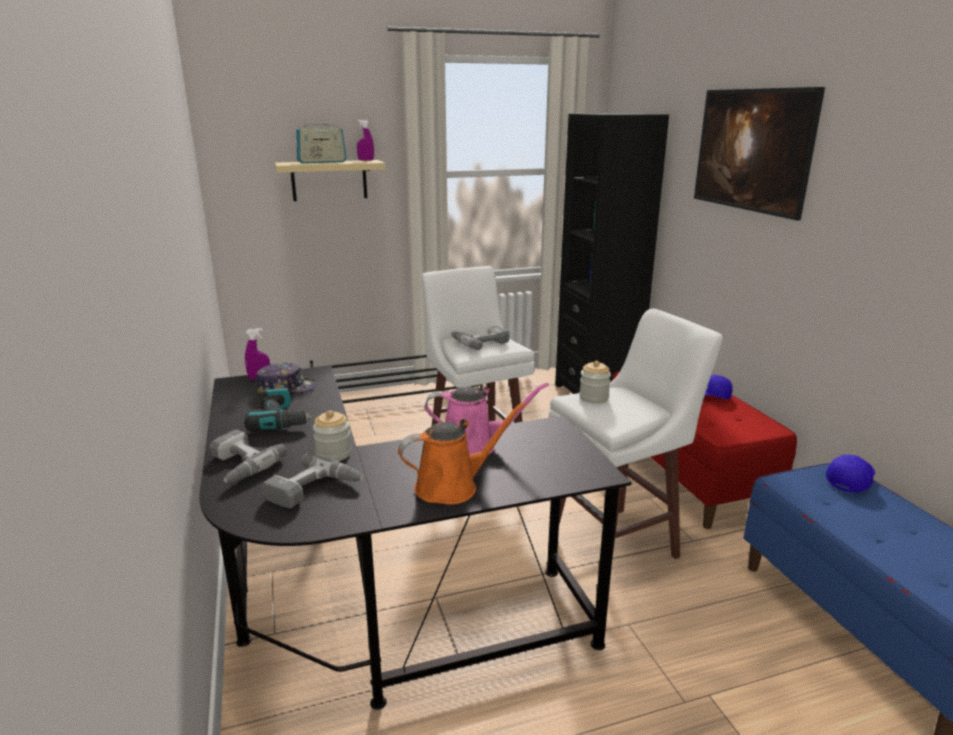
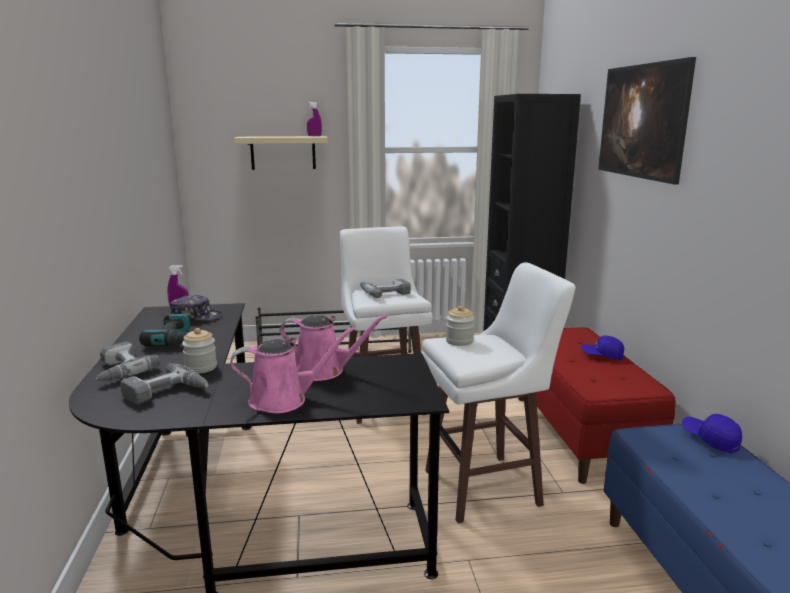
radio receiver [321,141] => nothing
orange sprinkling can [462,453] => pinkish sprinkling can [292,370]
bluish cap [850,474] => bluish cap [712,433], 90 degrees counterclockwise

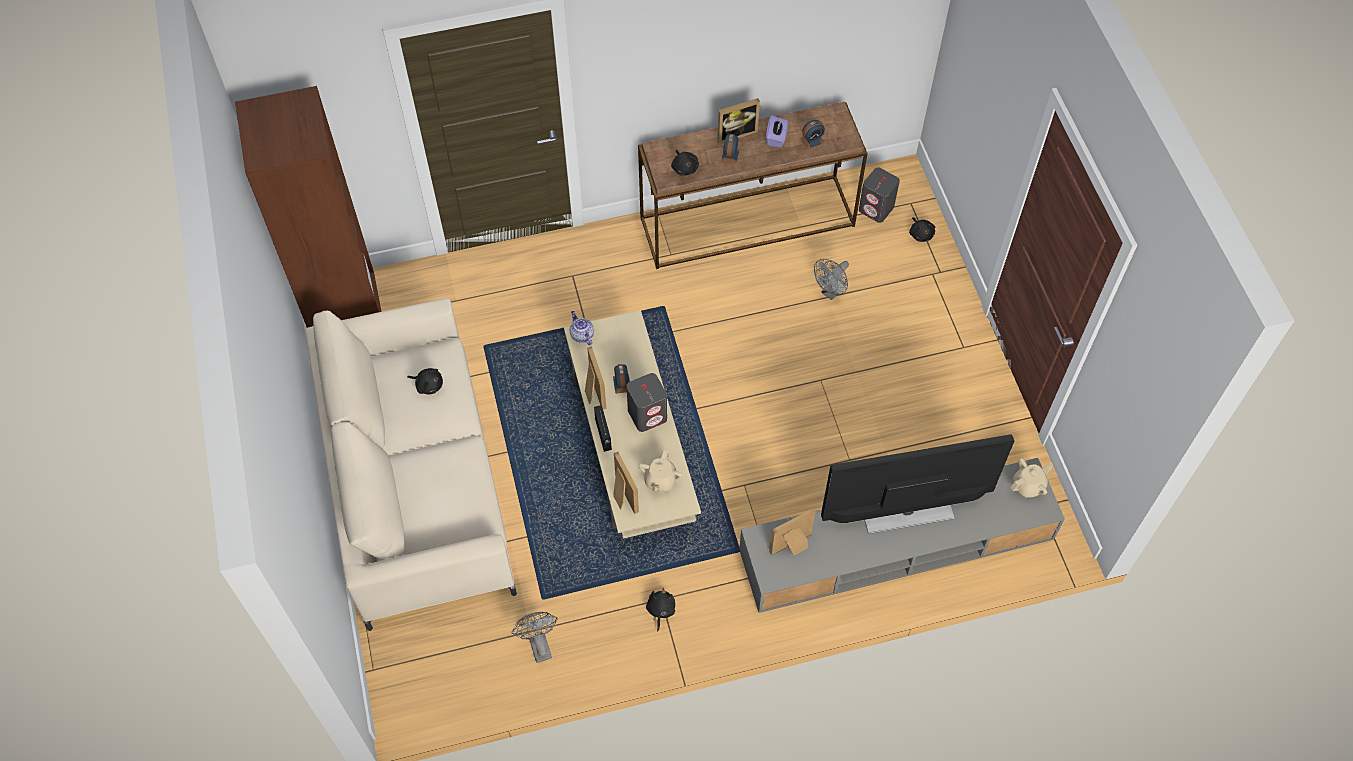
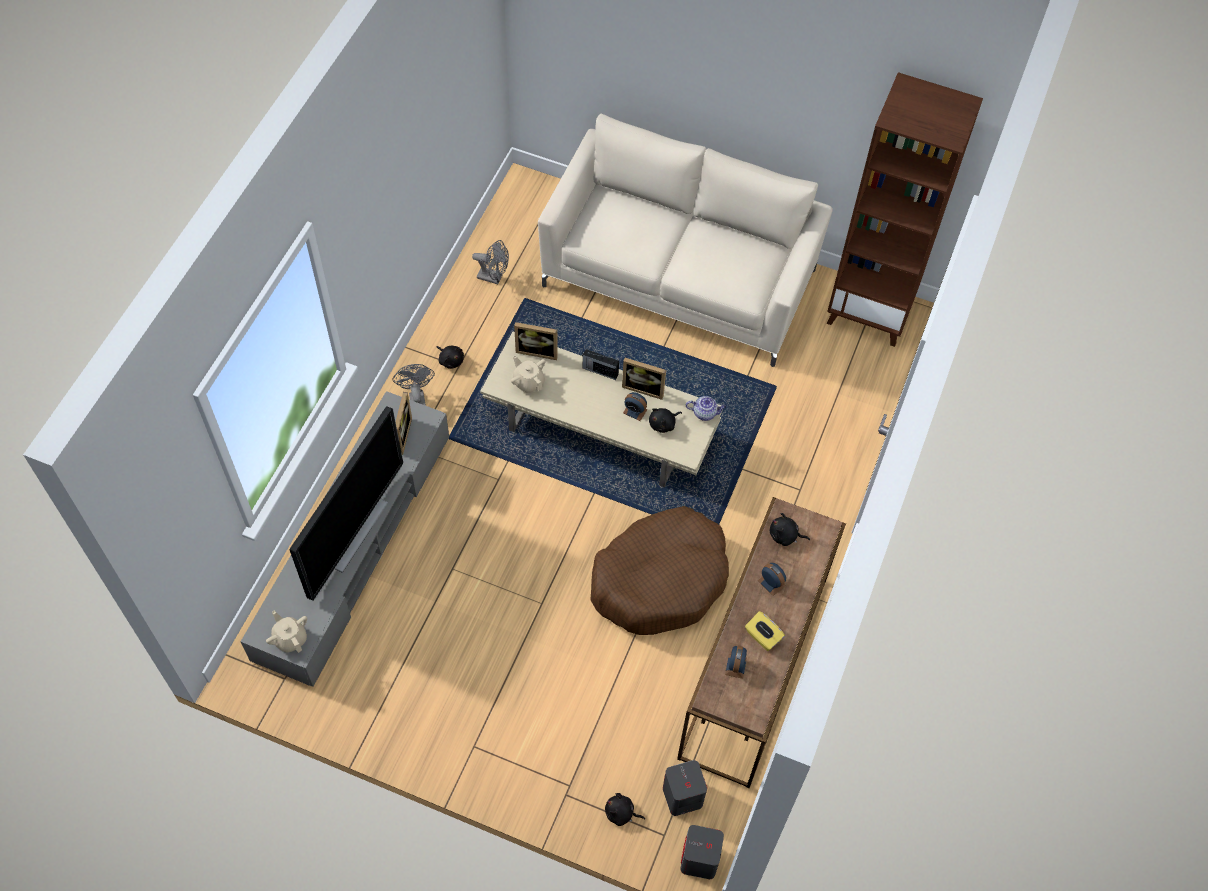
picture frame [738,121] => nothing
purplish tissue holder [777,131] => yellowish tissue holder [765,631]
gray electric fan [831,279] => gray electric fan [413,385], move
blackish plush toy [425,381] => blackish plush toy [665,420], move
gray loudspeaker [646,402] => gray loudspeaker [702,852], move
beige teapot [1031,478] => beige teapot [286,631], 135 degrees clockwise
nothing => brown pet bed [659,570]

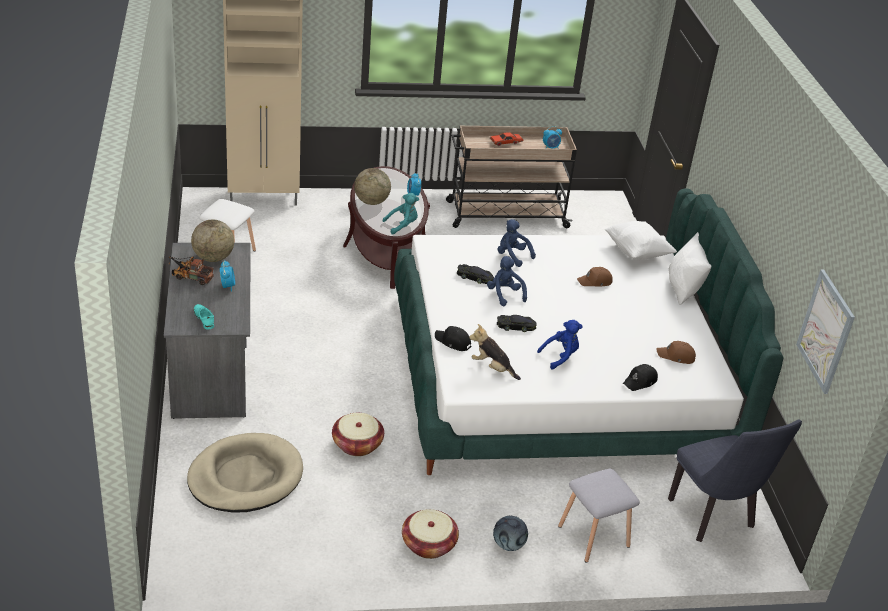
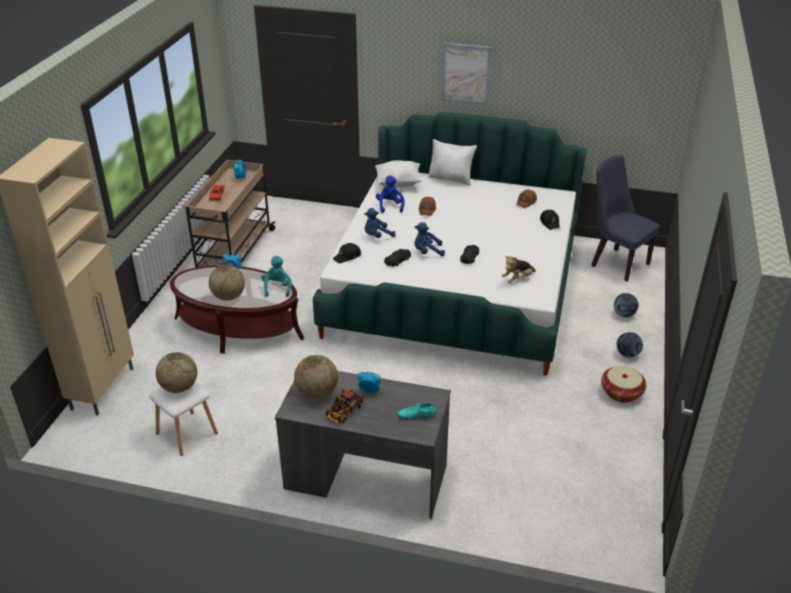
picture [825,331] => picture [466,74], move
bluish plush toy [559,344] => bluish plush toy [390,194], move
blackish cap [453,338] => blackish cap [347,253], move
basket [358,434] => nothing
bluish upright chair [735,480] => bluish upright chair [625,218], 135 degrees counterclockwise
beige pet bed [245,473] => nothing
gray stool seat [599,516] => football ball [626,305]
nothing => desk globe [176,372]

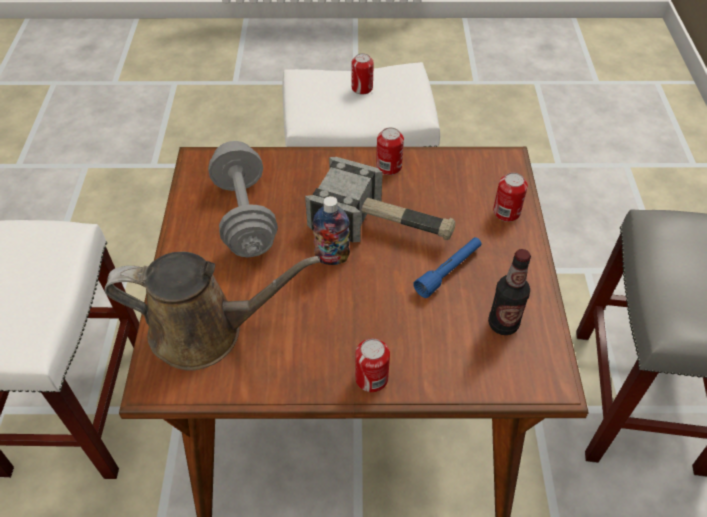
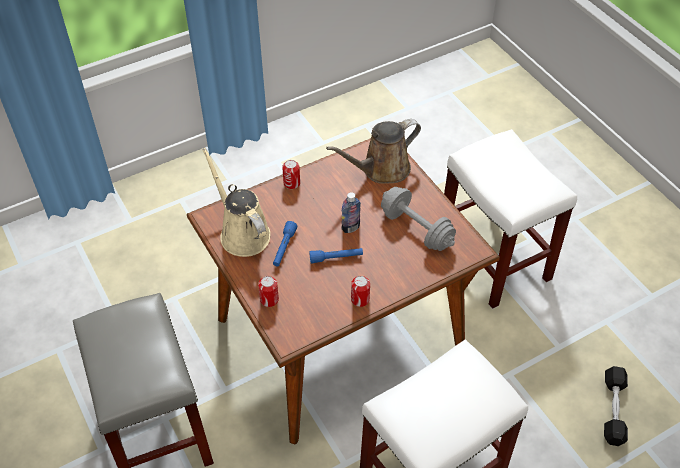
metal can [363,74] => nothing
hand hammer [380,199] => bluish hand torch [336,255]
beverage bottle [509,292] => beige sprinkling can [236,202]
nothing => blackish free weight [616,406]

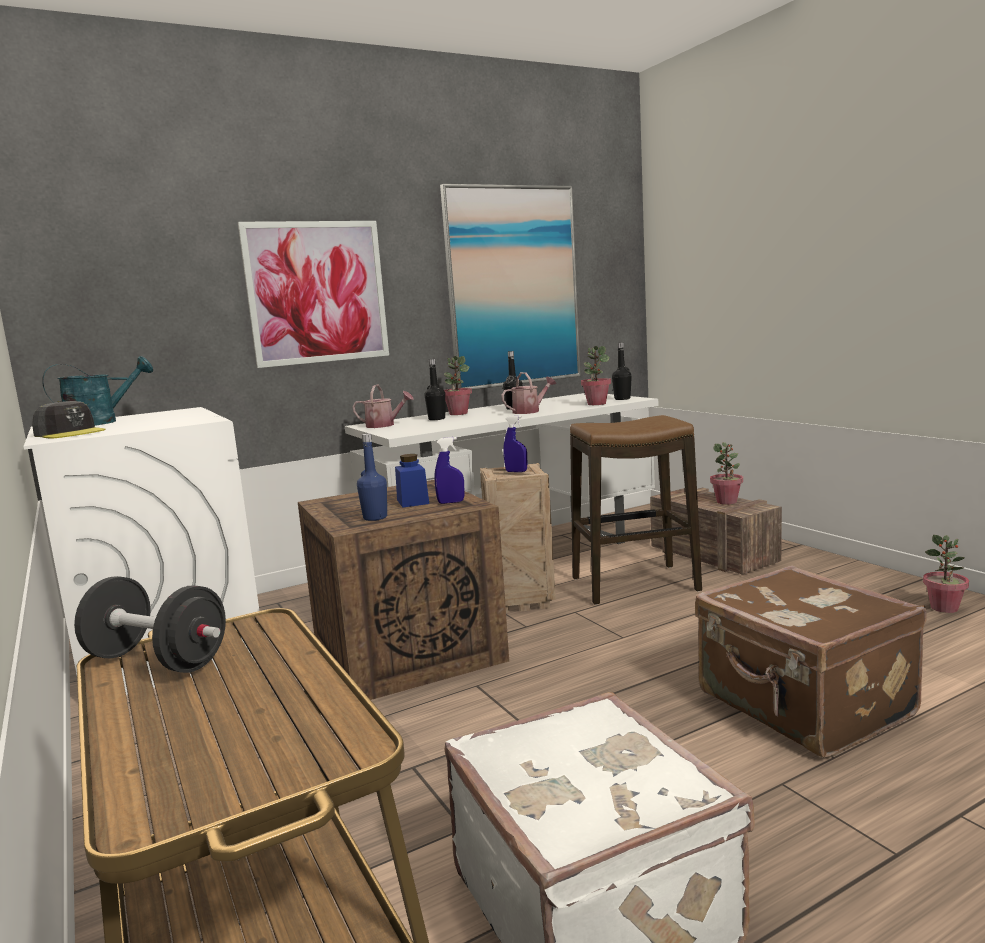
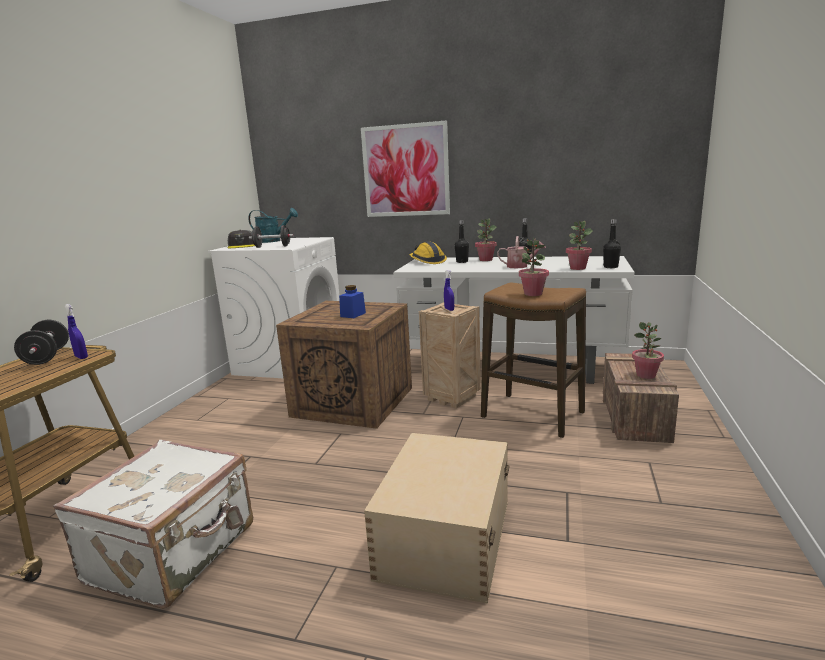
picture [510,287] => nothing
sprinkling can [383,406] => work helmet [428,252]
bluish beverage bottle [372,477] => nothing
bluish sprayer [449,470] => bluish sprayer [76,331], move
plant in a pot [946,574] => plant in a pot [534,267], move
brown suitcase [811,662] => beige storage container [437,518]
nothing => blackish free weight [271,236]

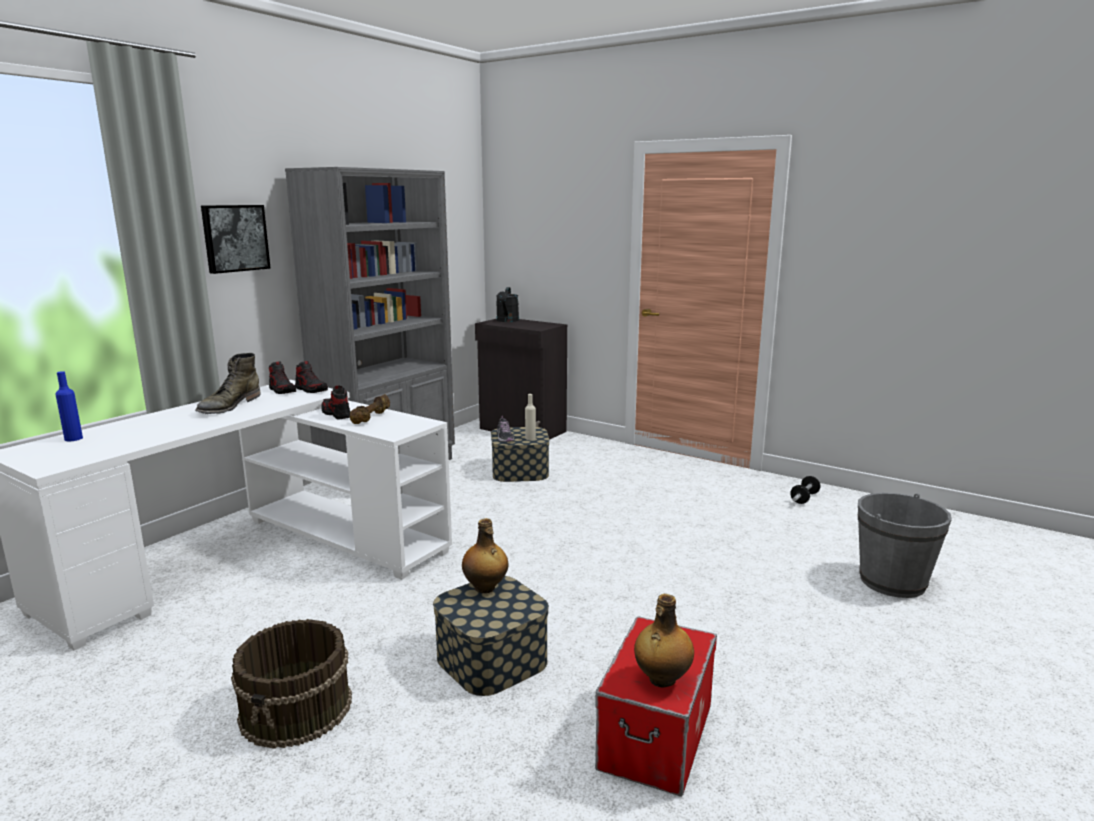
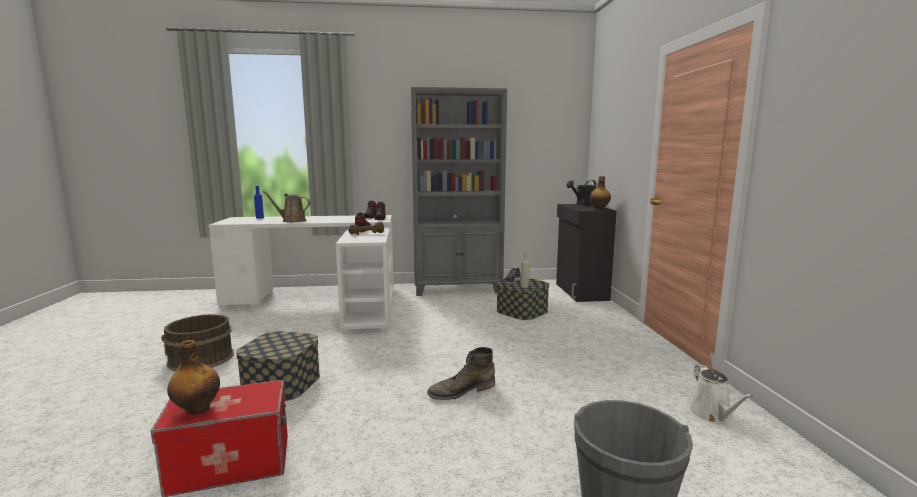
picture [236,239] => nothing
green tall boot [228,383] => green tall boot [461,373], move
free weight [805,490] => white sprinkling can [721,394]
beverage bottle [485,555] => beverage bottle [600,192], move
nothing => brown sprinkling can [286,206]

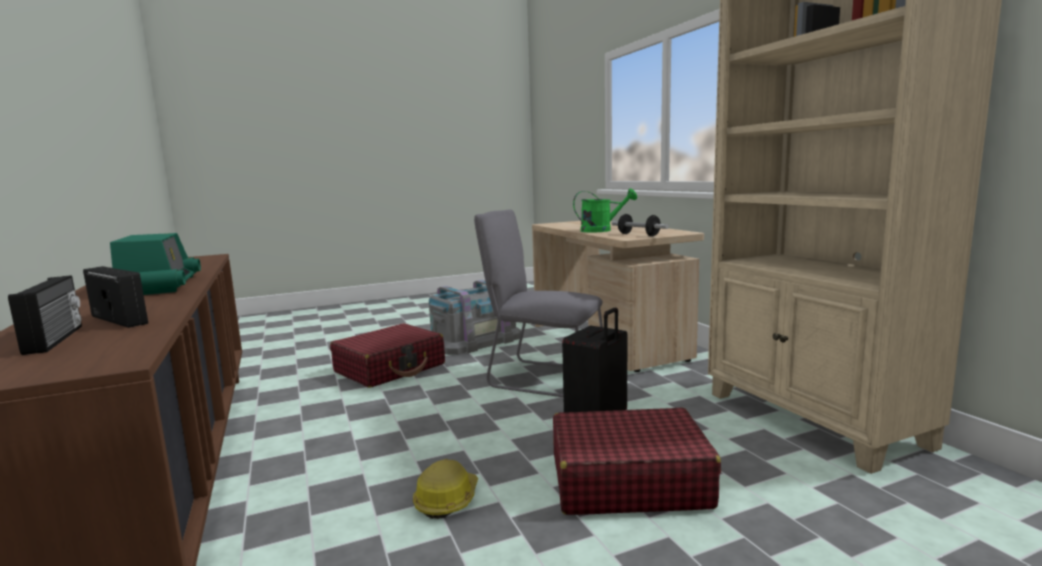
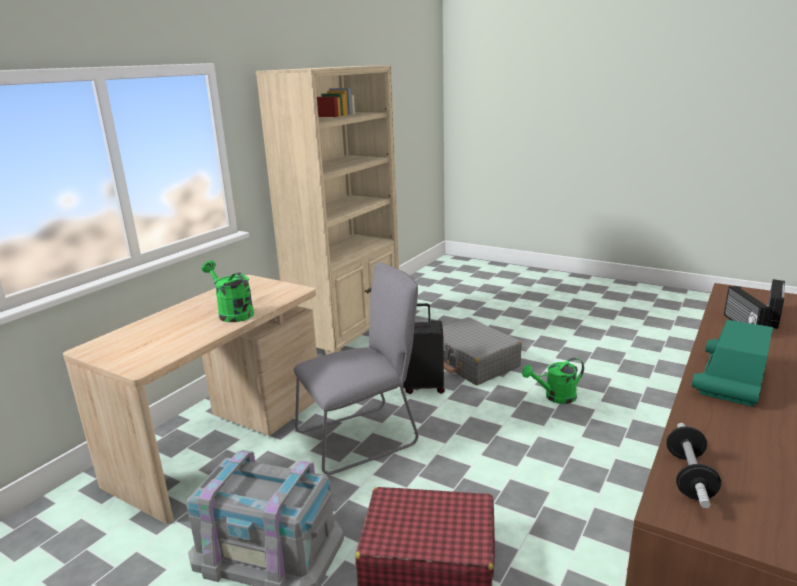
gray upright chair [538,303] => gray upright chair [356,368], 105 degrees counterclockwise
free weight [640,225] => free weight [693,465], move
red suitcase [637,461] => gray suitcase [482,351]
work helmet [445,489] => green sprinkling can [553,381]

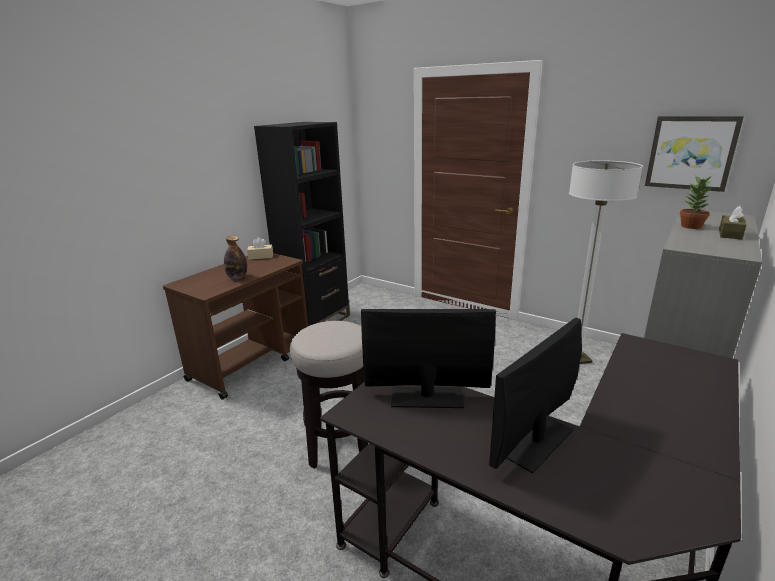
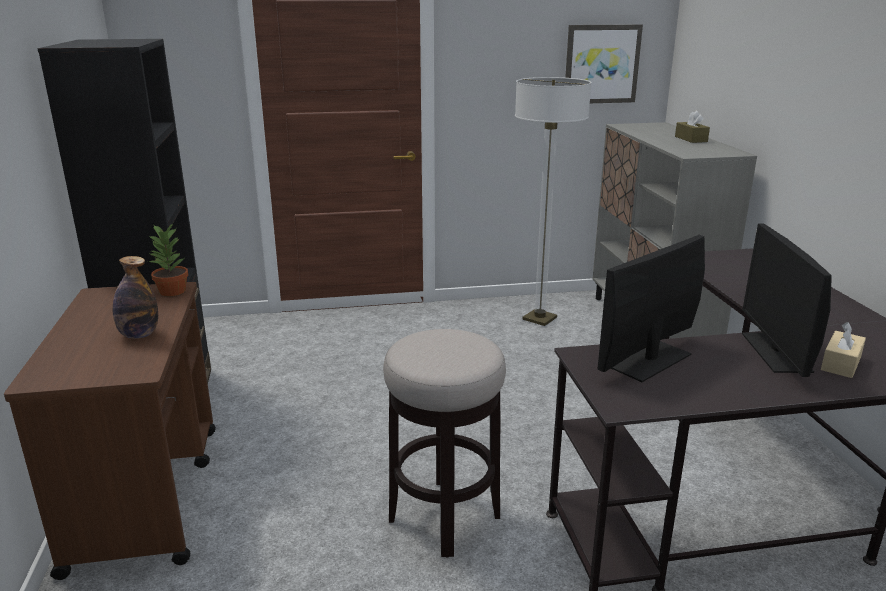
plant in a pot [696,202] => plant in a pot [168,260], move
beige tissue holder [260,248] => beige tissue holder [843,350], move

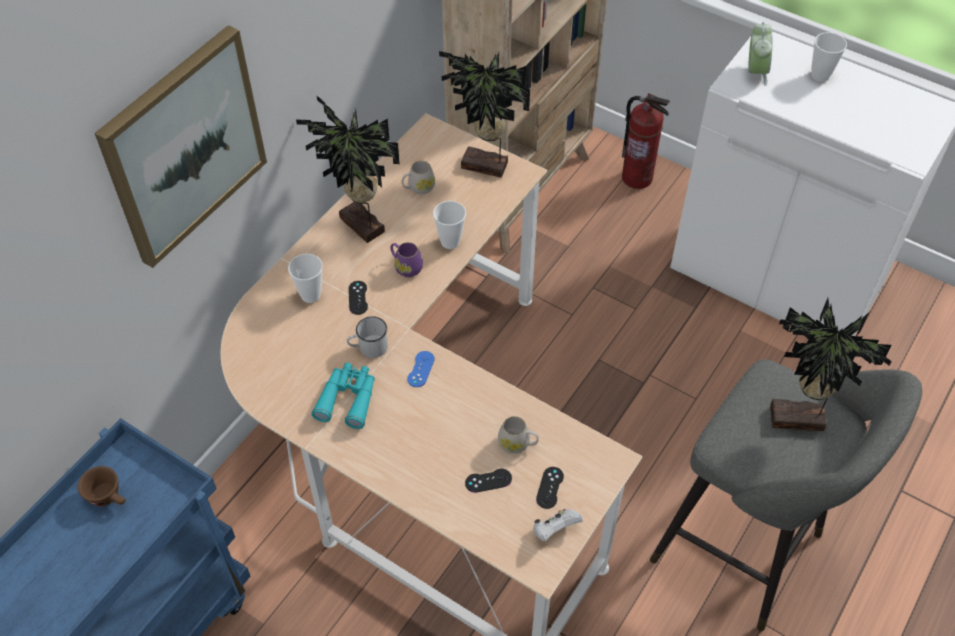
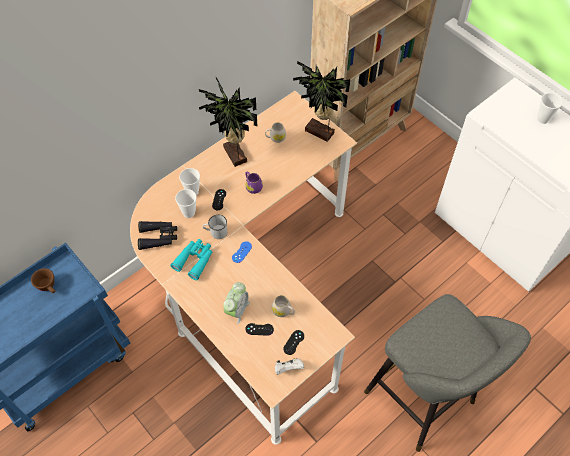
table clock [760,54] => table clock [236,303], move
picture [181,146] => nothing
extinguisher [646,141] => nothing
cup [449,225] => cup [186,203], move
plant in a pot [831,364] => nothing
nothing => blackish pair of binoculars [157,235]

